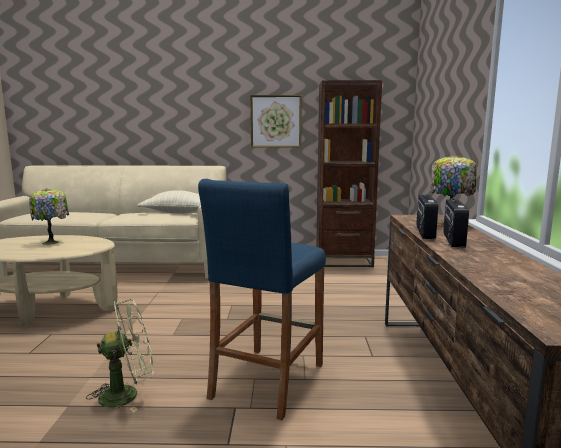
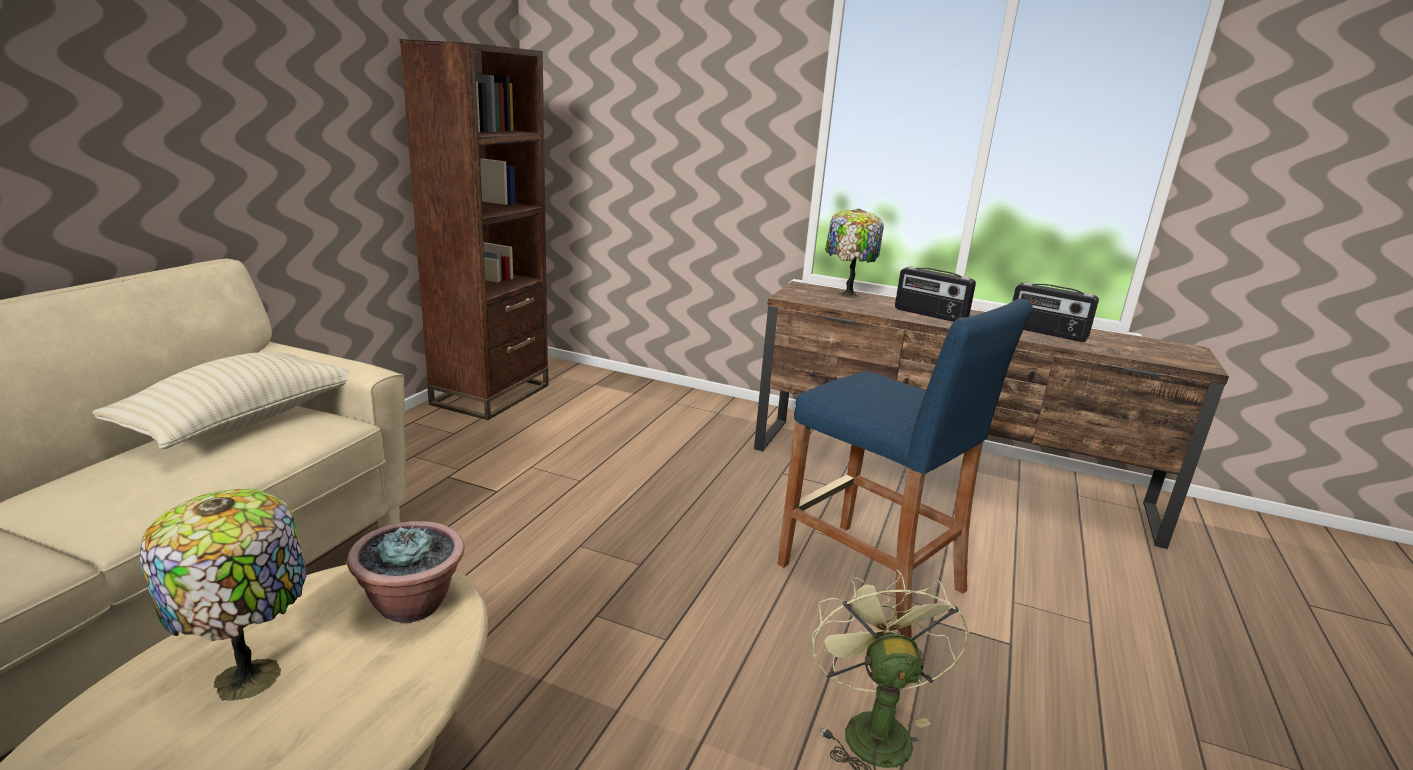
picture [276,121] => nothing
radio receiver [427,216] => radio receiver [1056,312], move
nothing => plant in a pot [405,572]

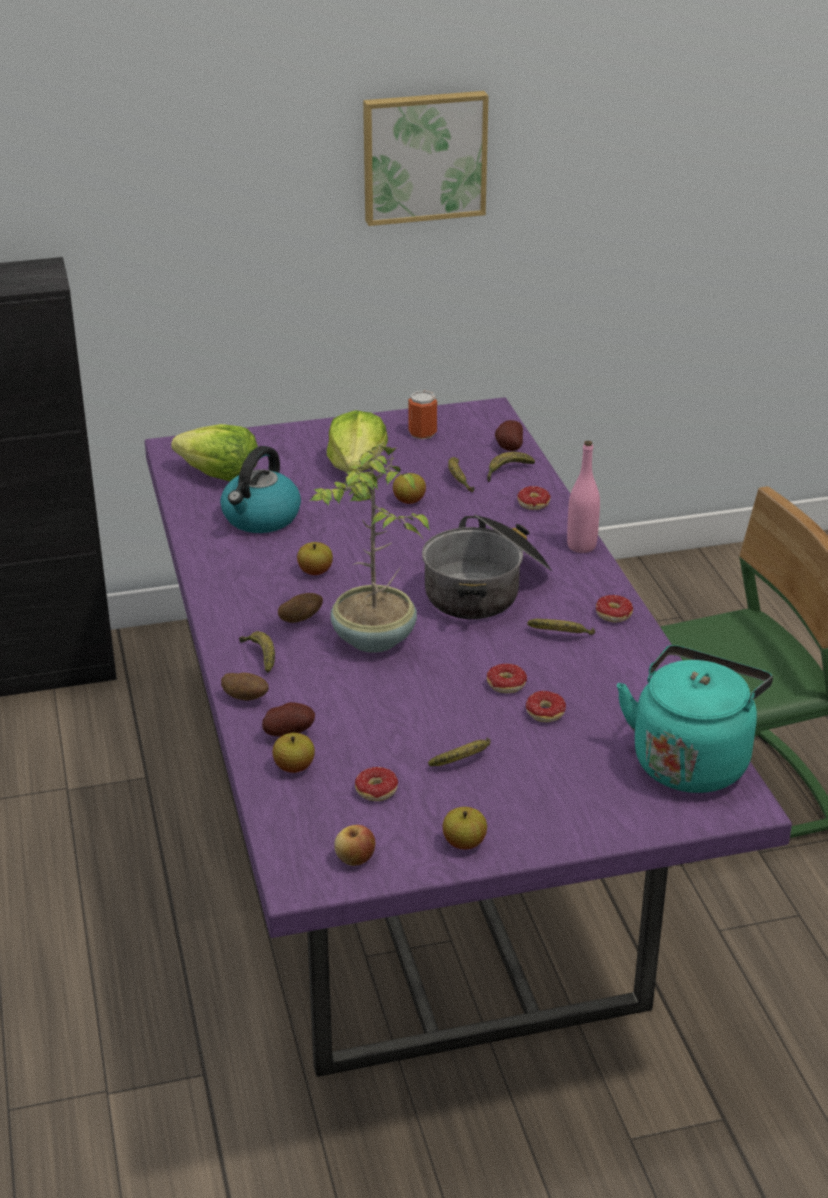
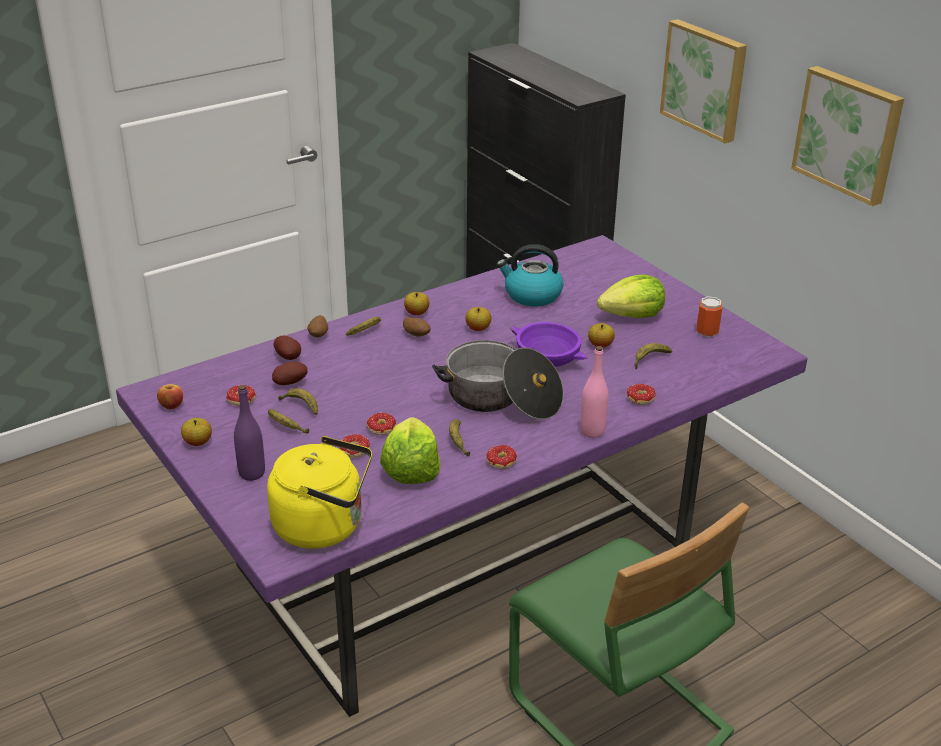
spud [509,435] => spud [290,373], move
lettuce [214,452] => lettuce [410,450], move
plant in a pot [370,547] => nothing
banana [511,467] => banana [298,401], move
turquoise water kettle [695,719] => yellowish water kettle [319,492]
apple fruit [293,753] => apple fruit [416,303], move
nothing => picture [703,81]
nothing => purplish deep dish [549,344]
nothing => purplish beverage bottle [249,433]

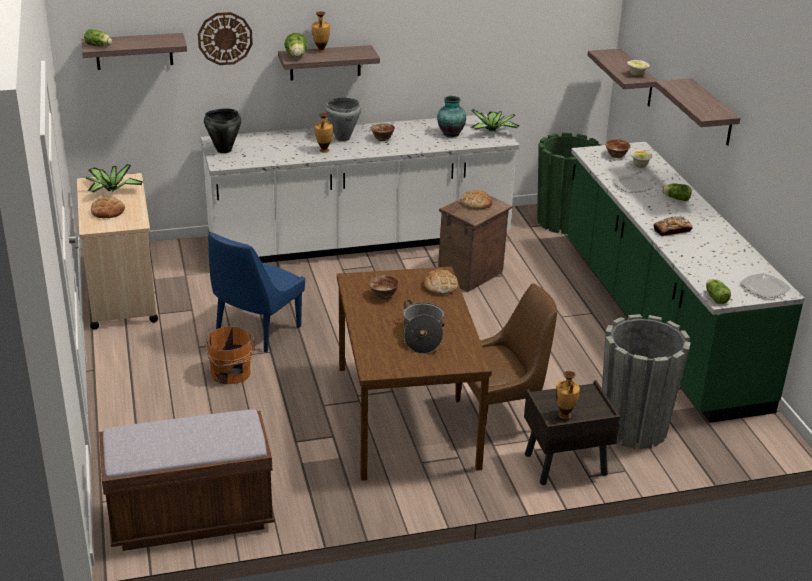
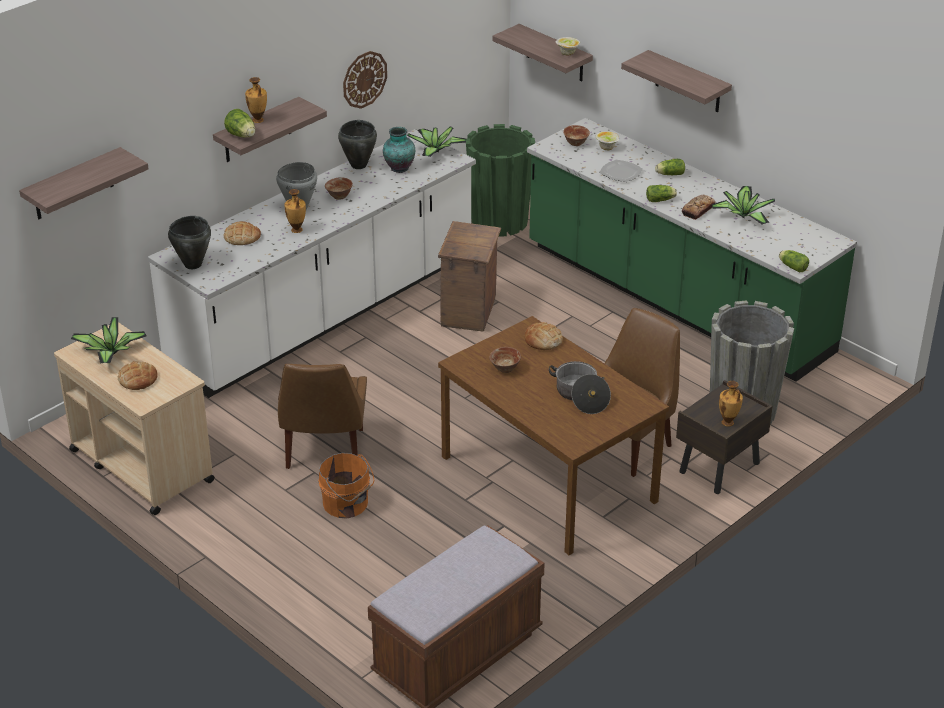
hanging clock [225,38] => hanging clock [365,80], move
lettuce [98,38] => lettuce [661,193], move
baked bread [476,199] => baked bread [242,233], move
bluish upright chair [256,292] => brown upright chair [322,416]
plate [765,285] => nothing
nothing => blackish saucepot [357,144]
nothing => plant in a pot [743,205]

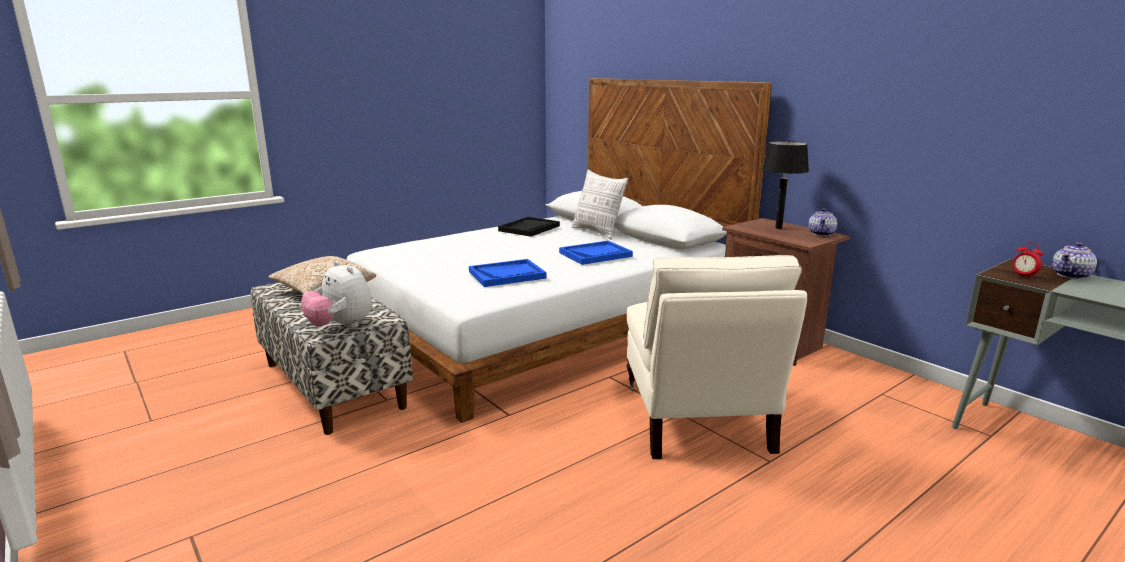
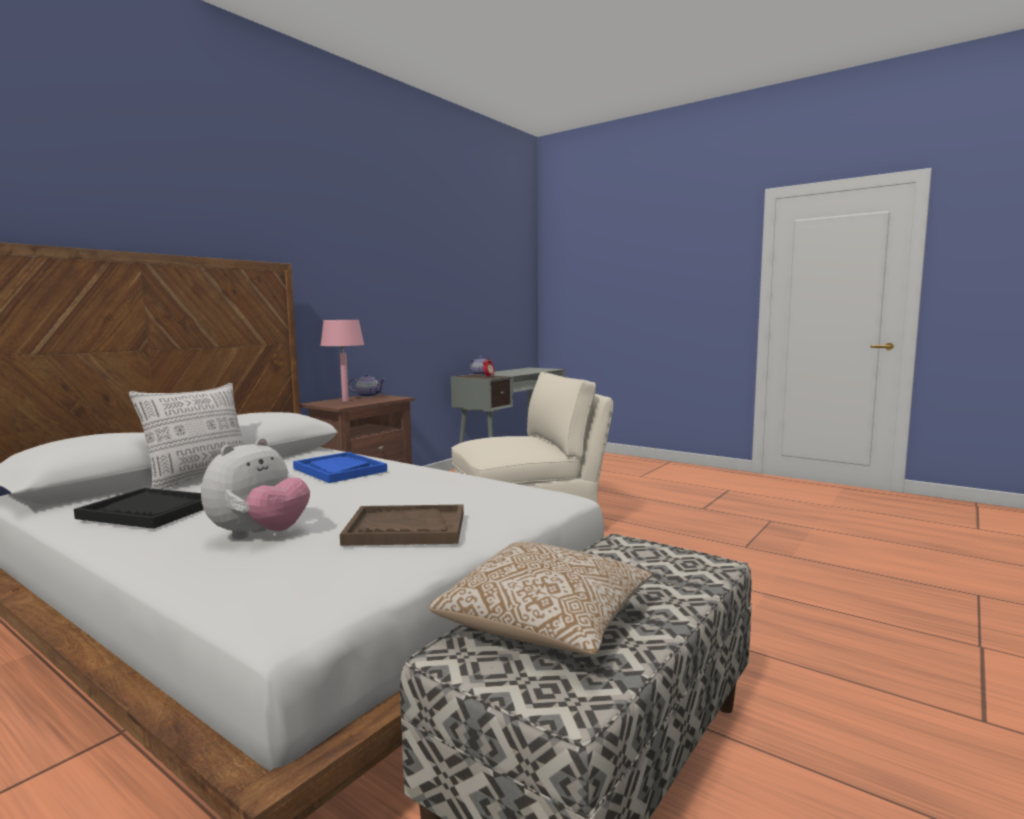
blackish tabletop lamp [785,185] => pinkish tabletop lamp [342,361]
bluish tray [508,273] => nothing
plush toy [336,294] => plush toy [255,488], move
nothing => brown tray [402,525]

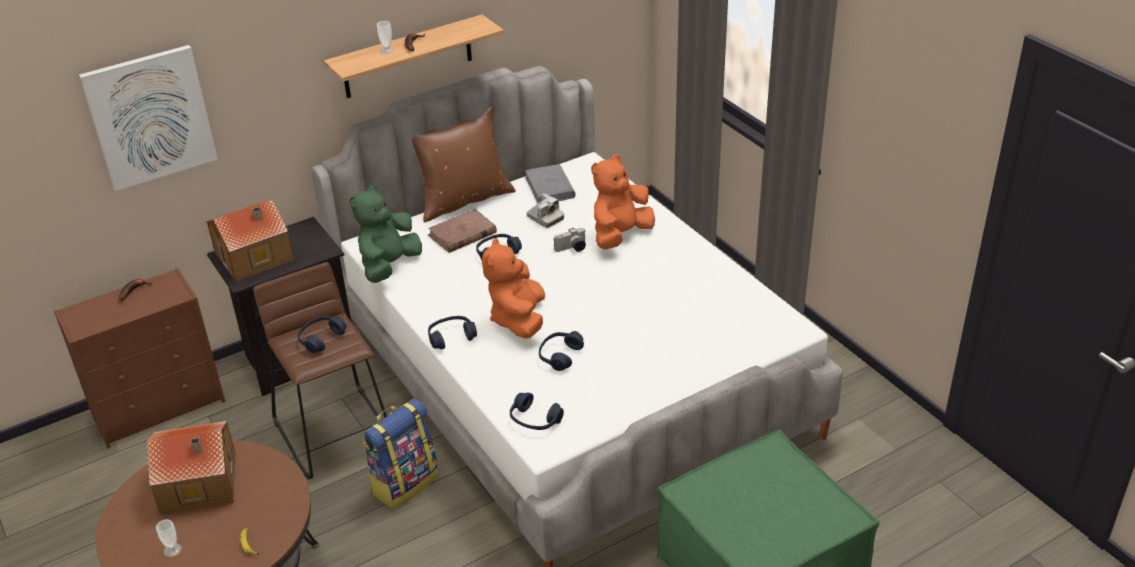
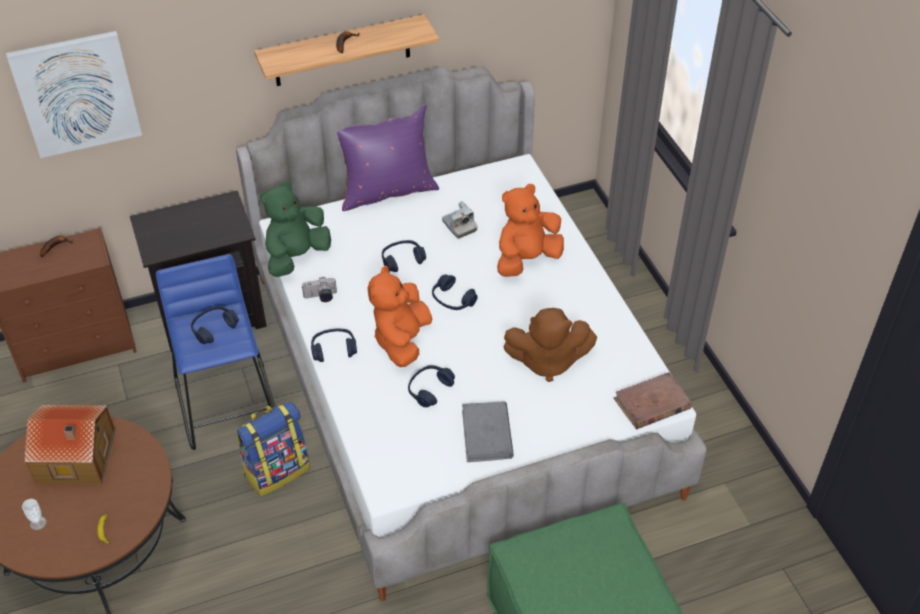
cup [385,37] => nothing
brown pillow [464,163] => purplish pillow [388,158]
gray book [550,183] => gray book [488,431], move
miniature house [250,240] => nothing
brown book [462,231] => brown book [652,400], move
photo camera [570,240] => photo camera [319,289], move
brown stool seat [320,370] => bluish stool seat [216,352]
bluish pair of headphones [537,411] => bluish pair of headphones [454,292], move
nothing => brown plush toy [550,345]

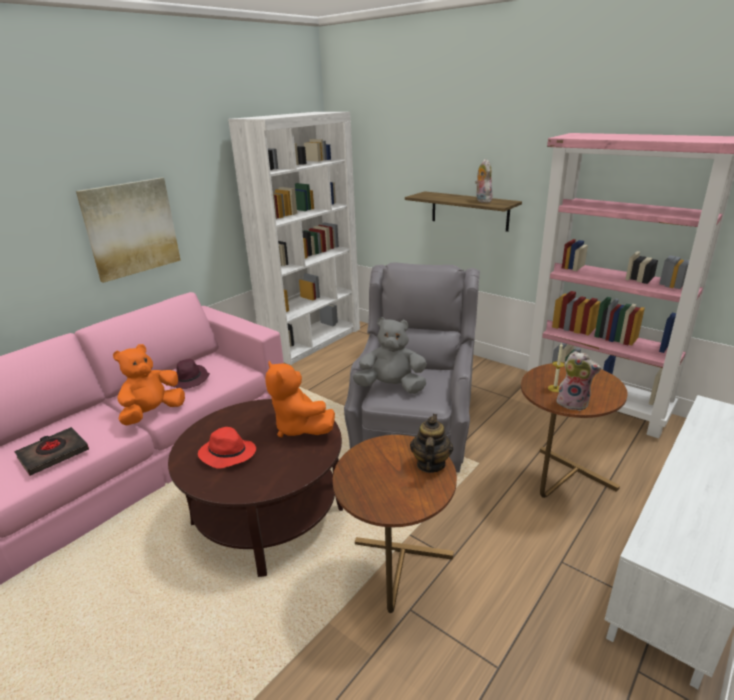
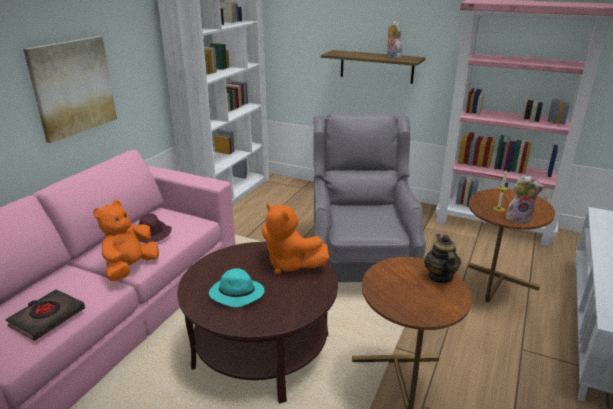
gray plush toy [389,355] => nothing
red clothing hat [227,448] => turquoise clothing hat [237,288]

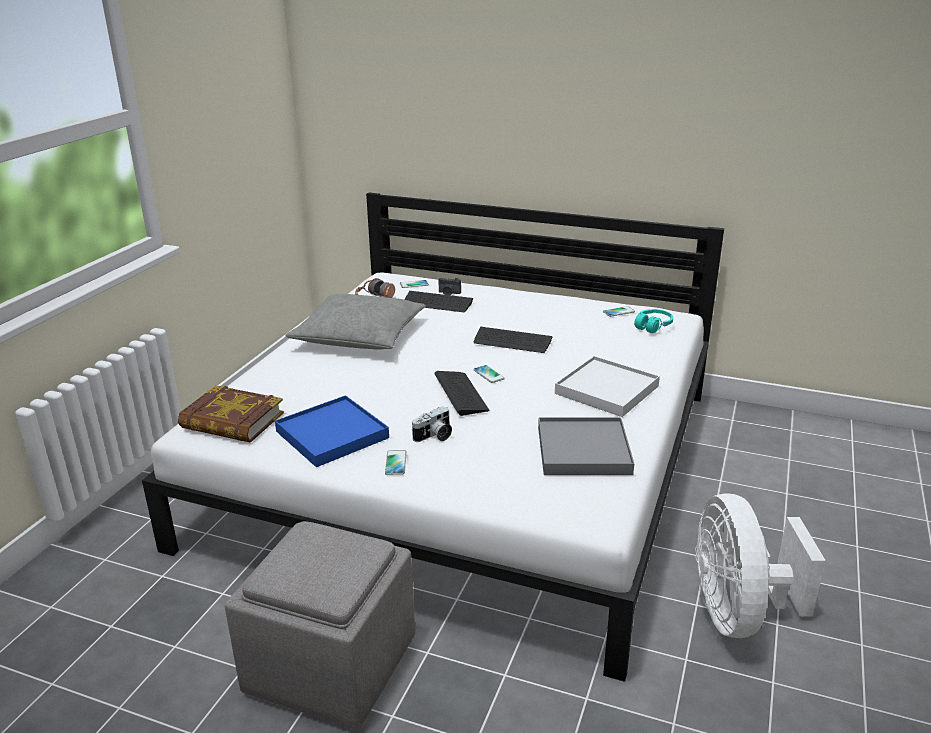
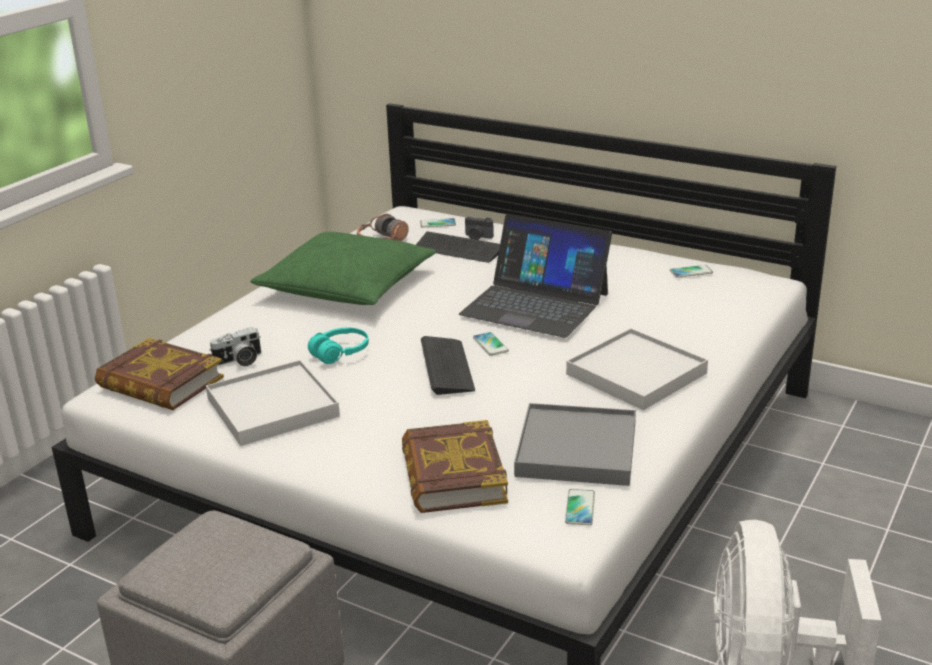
gray pillow [355,322] => green pillow [343,268]
turquoise pair of headphones [653,321] => turquoise pair of headphones [338,346], move
PC keyboard [513,340] => laptop [535,276]
bluish tray [332,431] => white tray [273,403]
photo camera [432,424] => photo camera [235,346], move
telephone [396,462] => telephone [580,507], move
nothing => book [455,466]

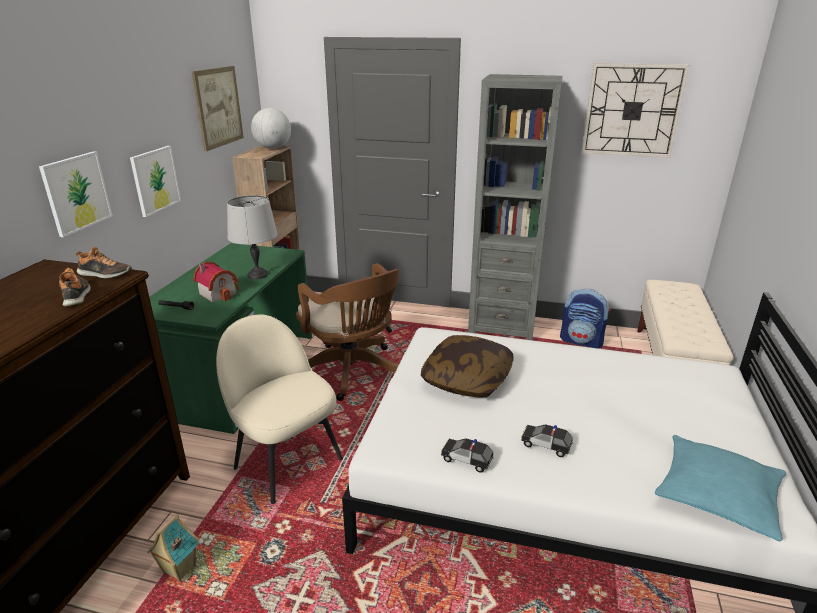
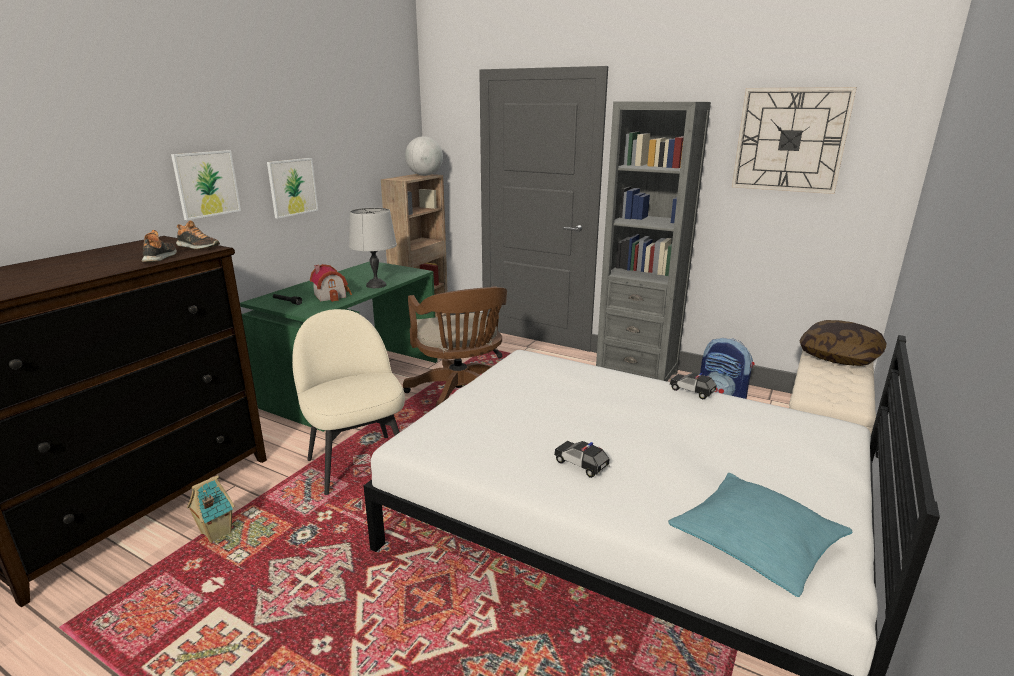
picture [218,108] => nothing
pillow [467,366] => pillow [843,343], move
toy car [467,455] => toy car [693,386], move

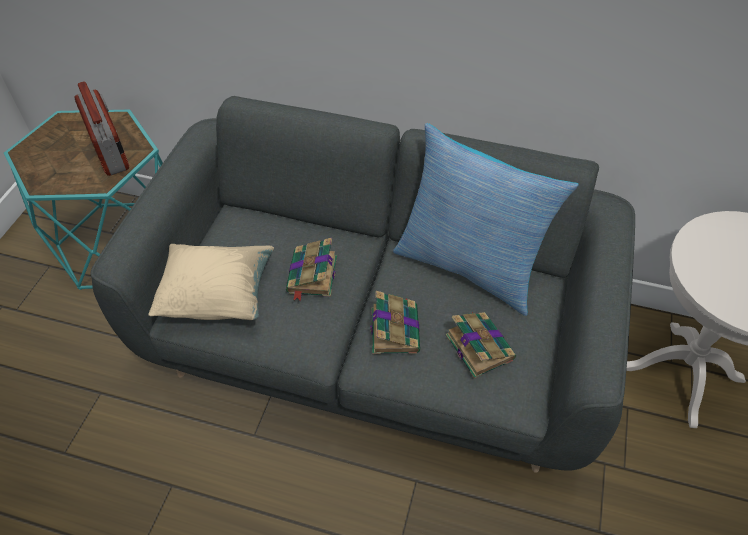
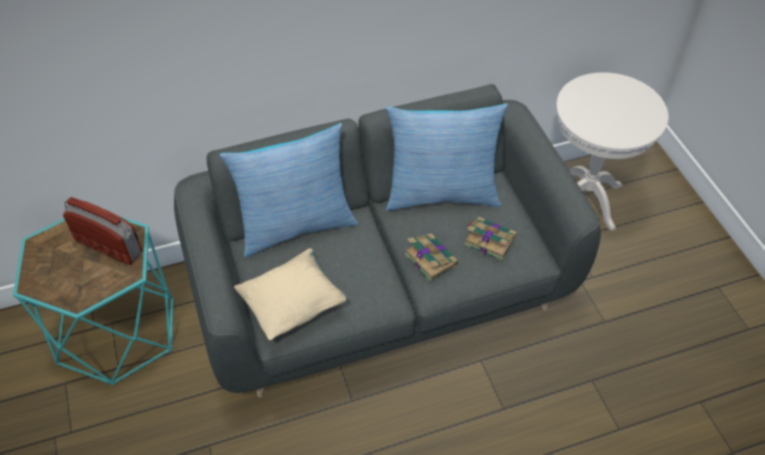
book [311,269] => nothing
nothing => pillow [289,190]

